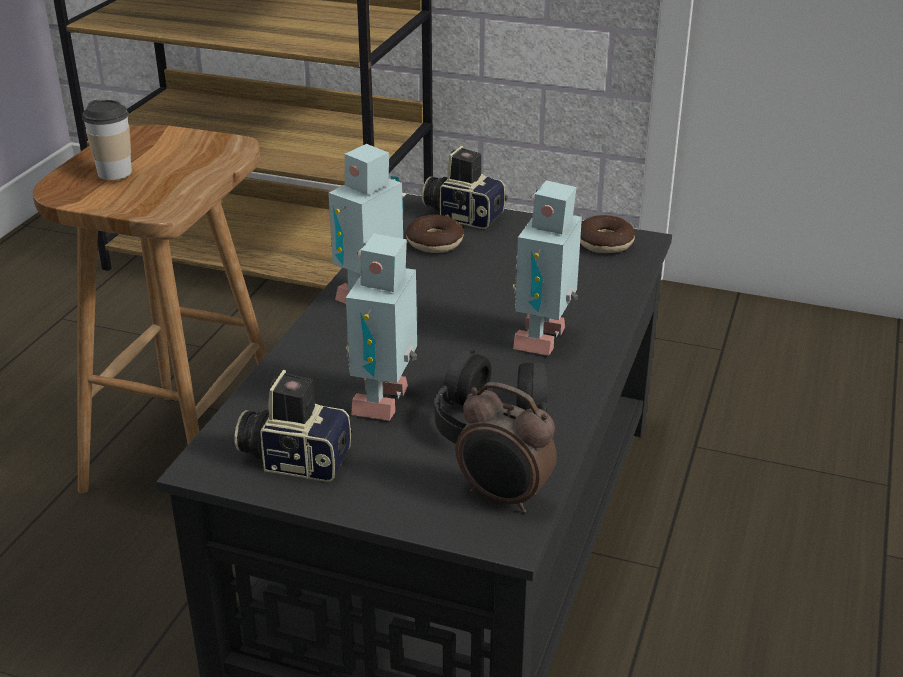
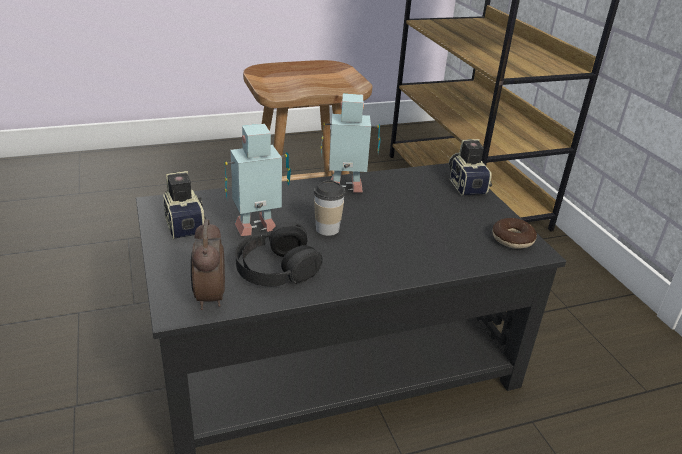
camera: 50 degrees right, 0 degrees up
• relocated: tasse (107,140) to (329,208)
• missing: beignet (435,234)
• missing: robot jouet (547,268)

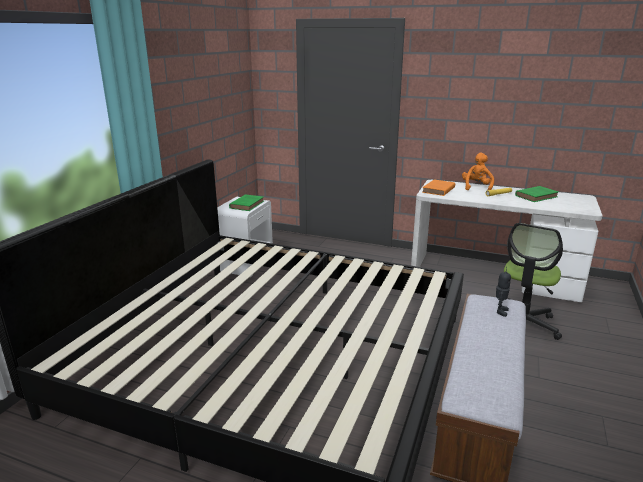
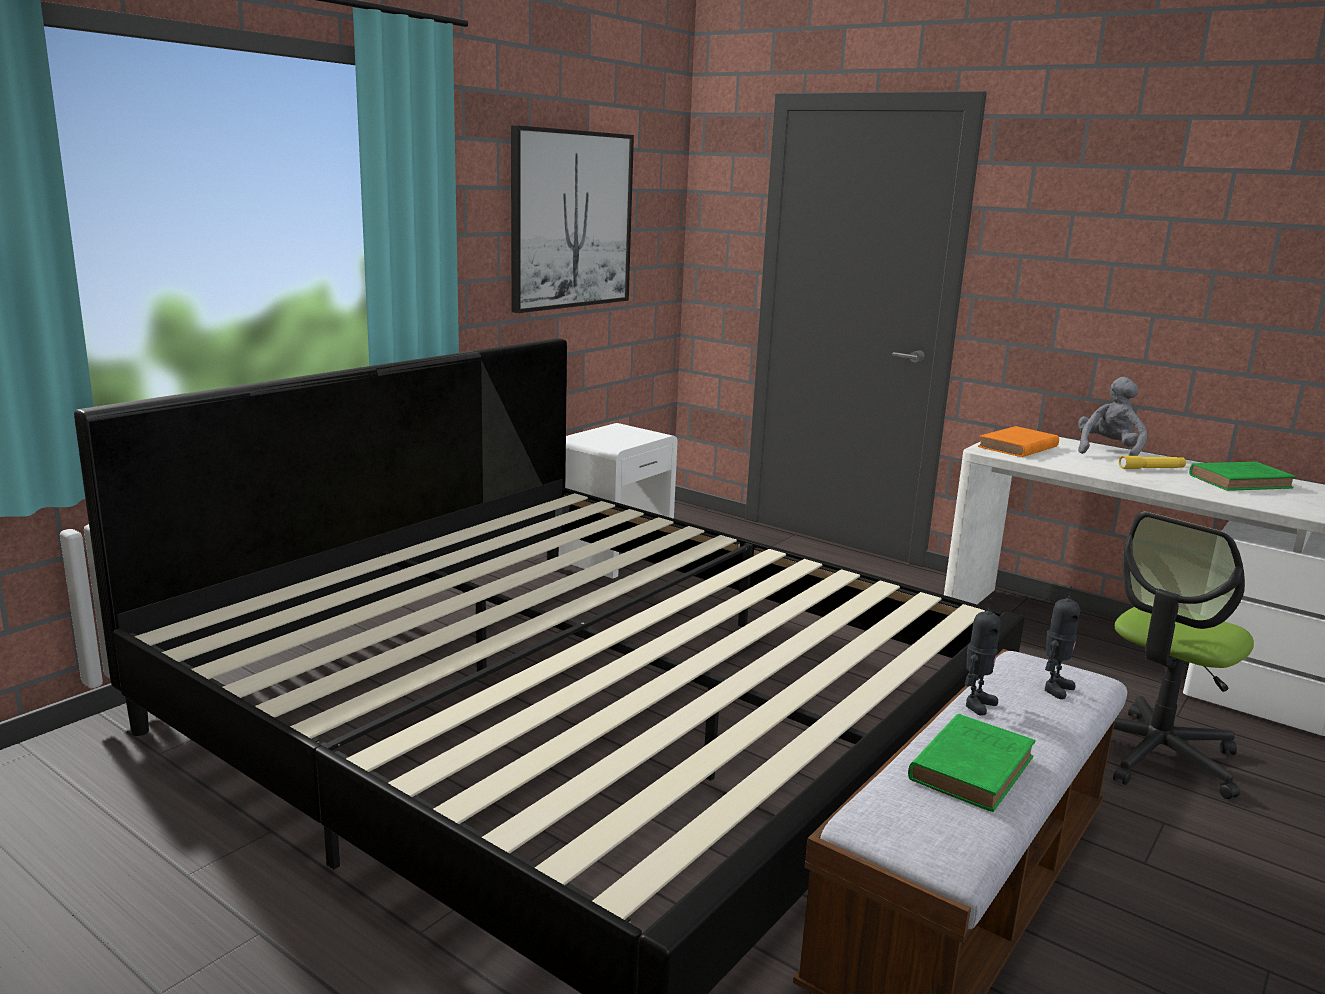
camera: 15 degrees right, 5 degrees down
• relocated: livre [vert] (246,202) to (972,763)
• colour: peluche [orange] (478,171) to peluche [gris] (1112,416)
• appeared: tableau (572,219)
• appeared: robot jouet (982,657)

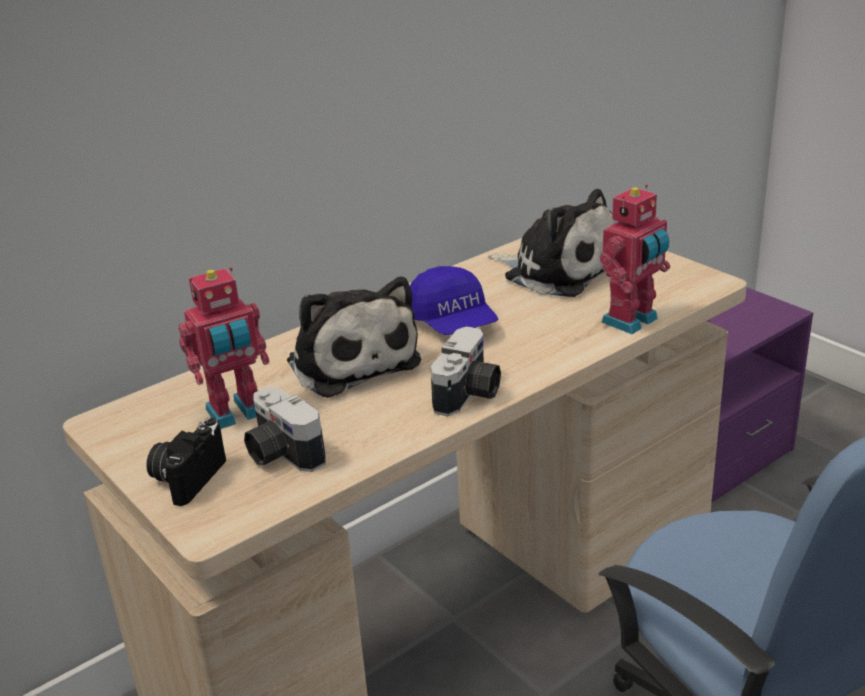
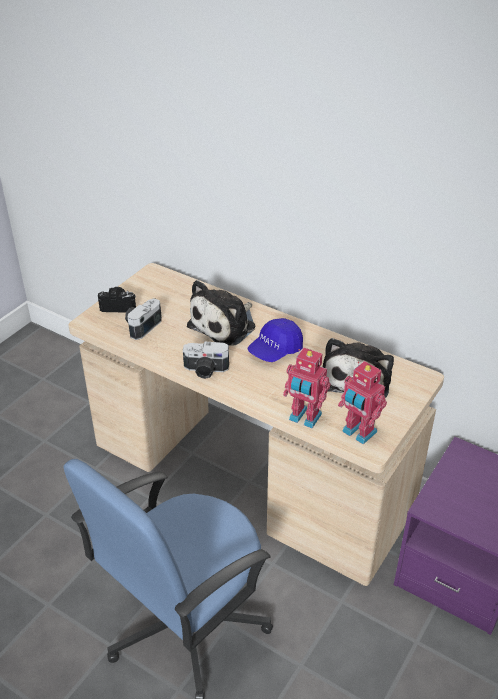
camera: 70 degrees right, 10 degrees up
• relocated: robot jouet (224,348) to (362,402)

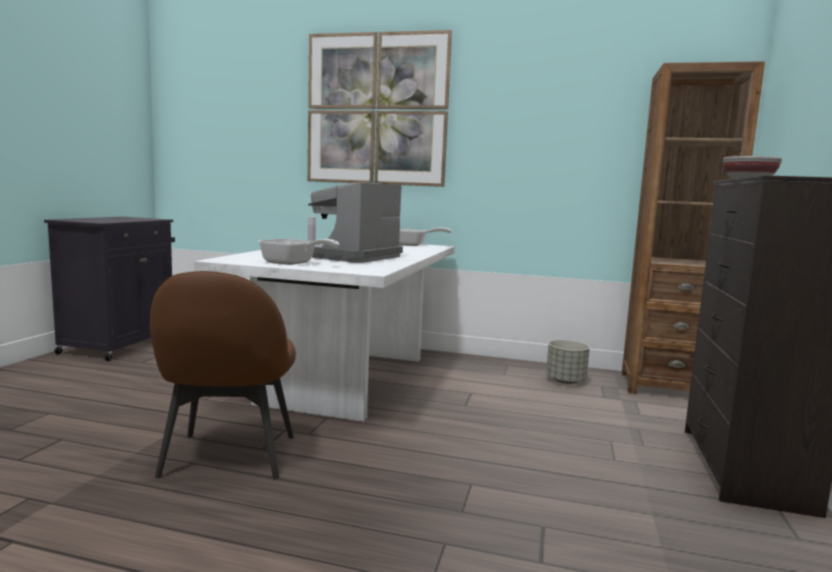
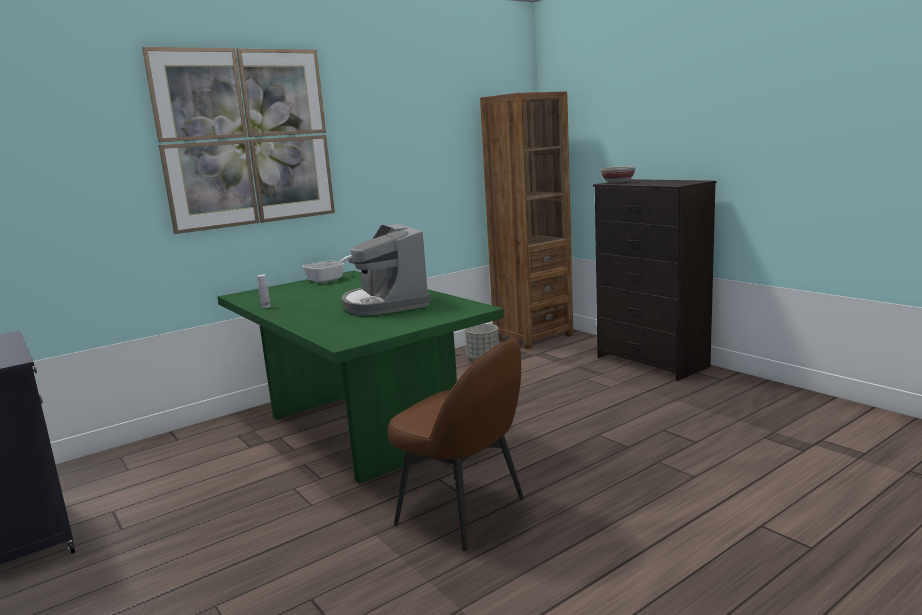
camera: 50 degrees left, 5 degrees up
• colour: table à manger [blanc] (324,332) to table à manger [vert] (360,377)
• missing: poêle (299,252)

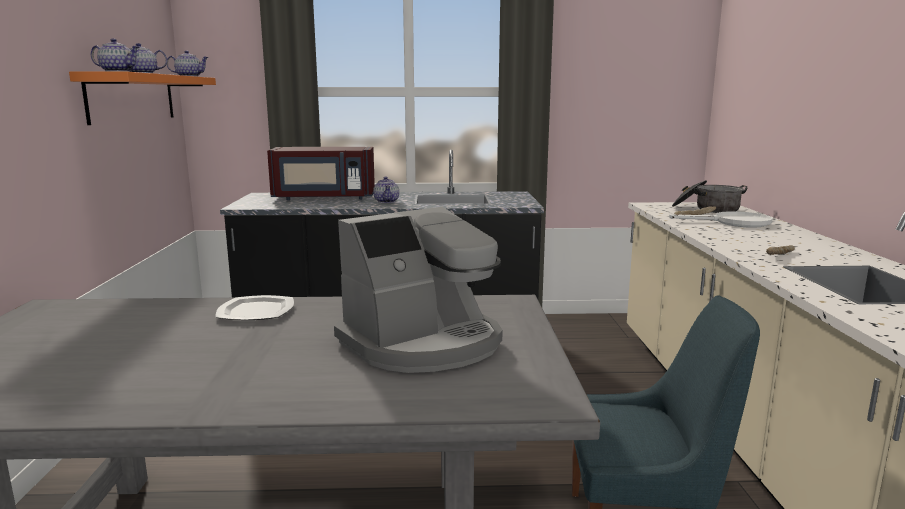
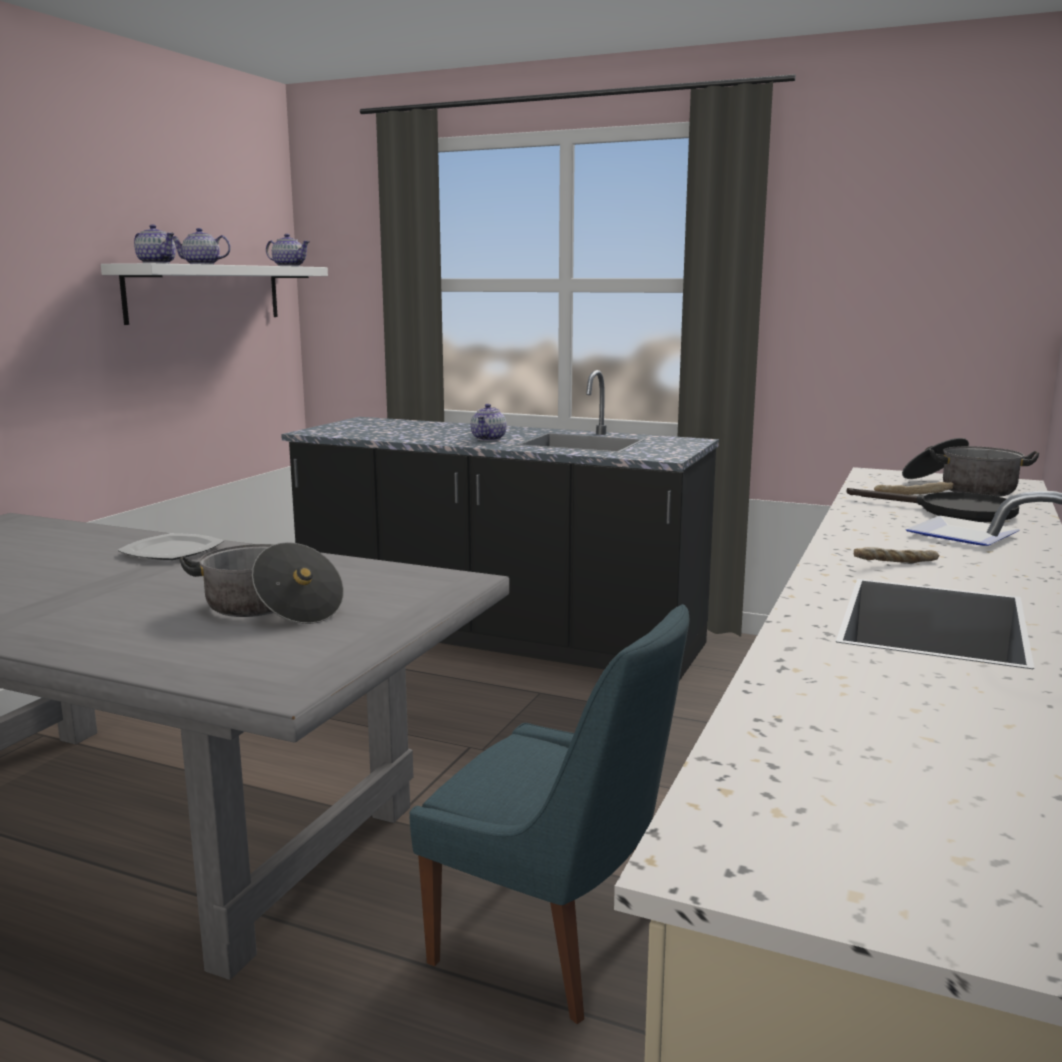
camera: 25 degrees right, 0 degrees up
• colour: étagère [orange] (142,98) to étagère [blanc] (214,294)
• missing: micro-ondes [rouge] (321,173)
• exchanged: machine à café (418,290) to marmite (261,583)
• colour: poêle [blanc] (721,219) to poêle [noir] (933,505)
• appeared: assiette (962,531)

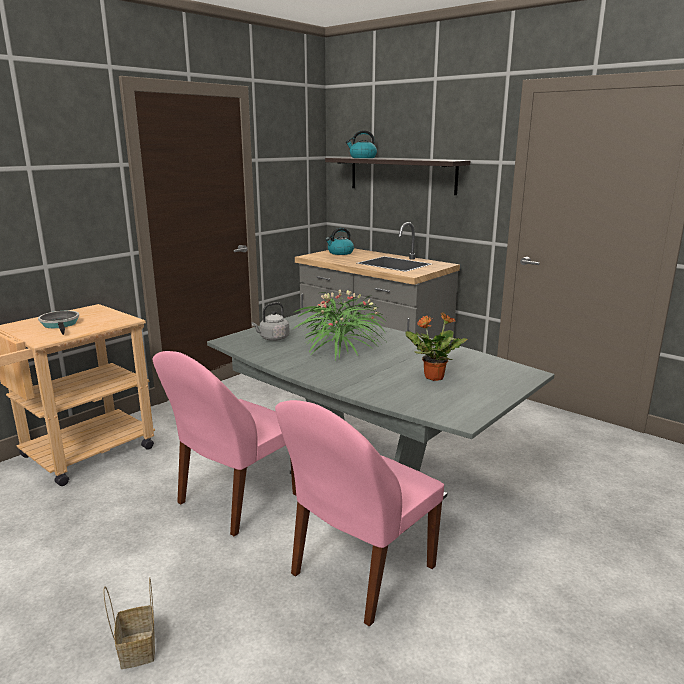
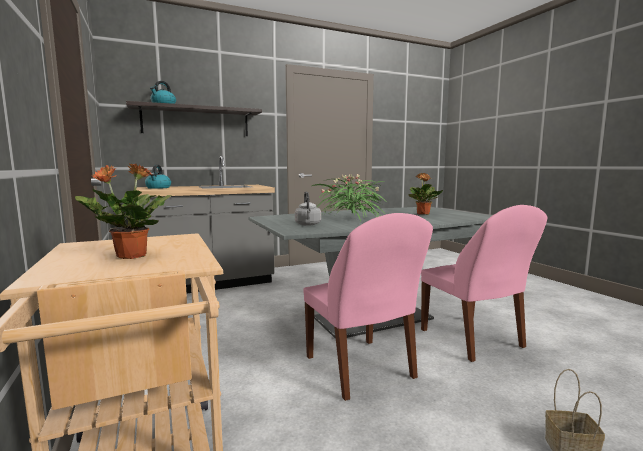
camera: 65 degrees left, 10 degrees down
• exchanged: poêle (58,323) to plante en pot (123,211)

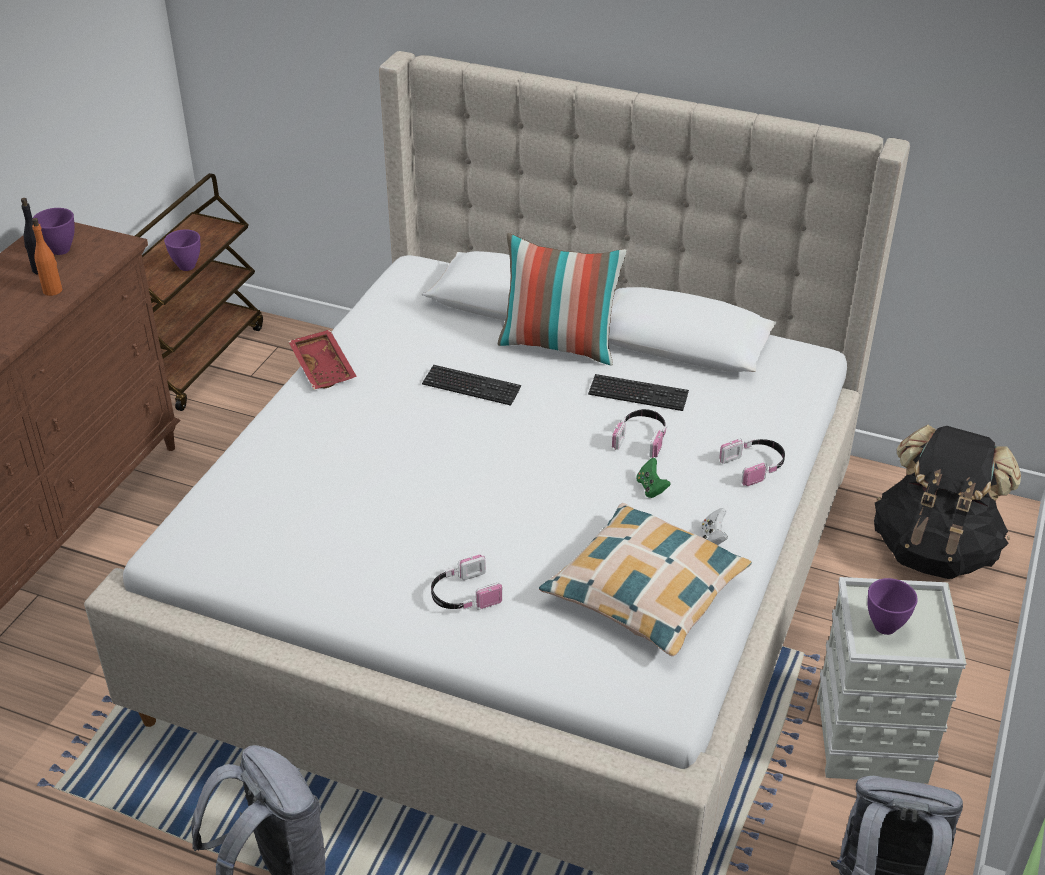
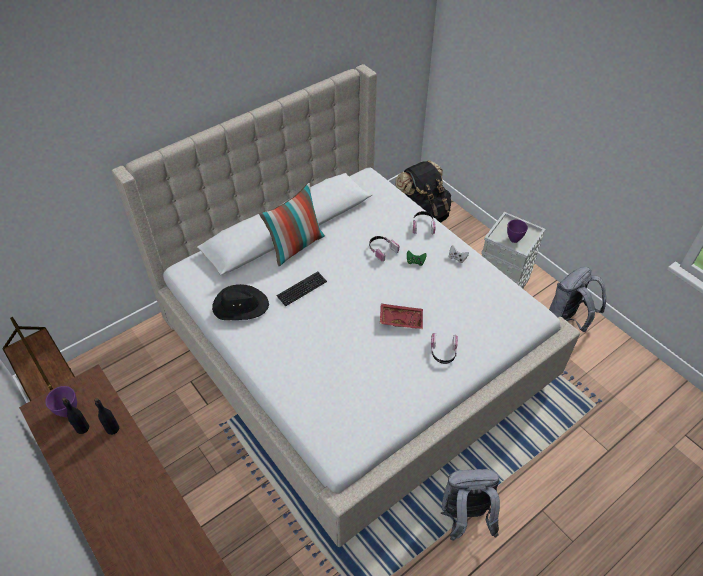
camera: 60 degrees left, 10 degrees up
• colour: bouteille [orange] (47,257) to bouteille [noir] (106,416)
• missing: bol [violet] (182,250)
• relocated: plateau [rouge] (322,360) to (401,316)
• missing: coussin (645,579)
• missing: clavier (638,392)
• appeared: chapeau [noir] (240,302)

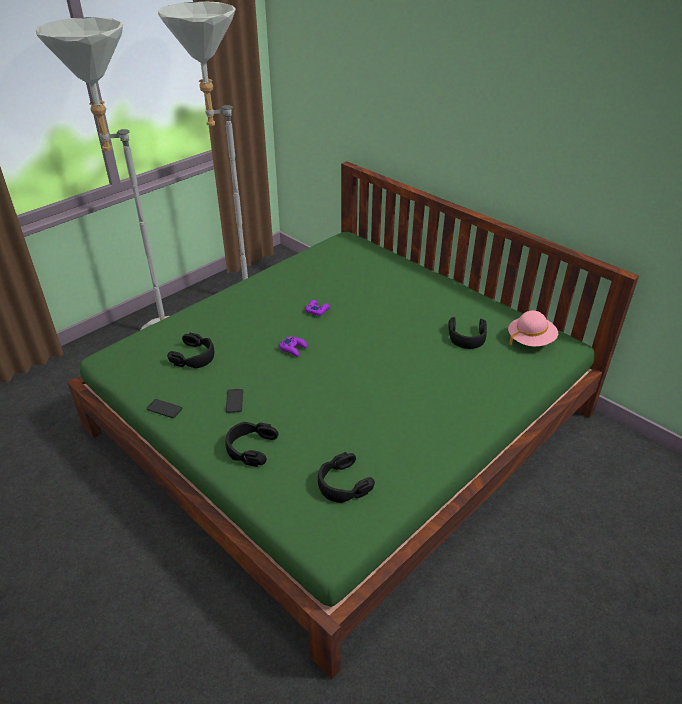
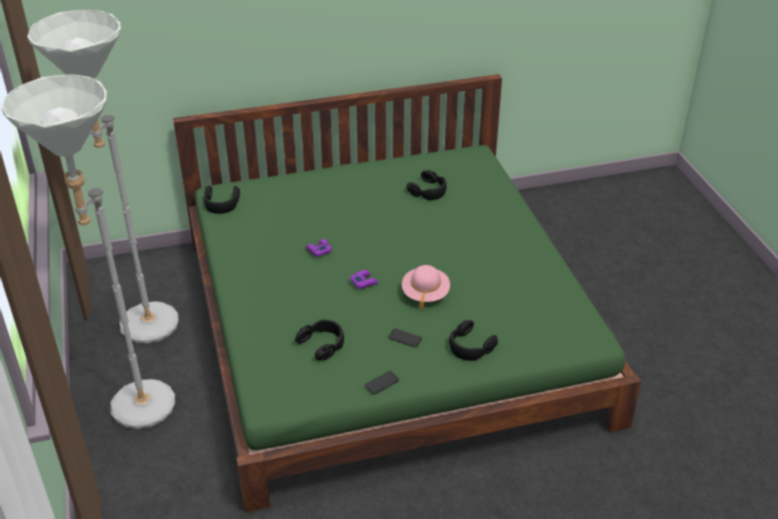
camera: 60 degrees left, 0 degrees up
• relocated: casque audio [noir] (346,477) to (222,200)
• relocated: chapeau [rose] (533,328) to (426,287)

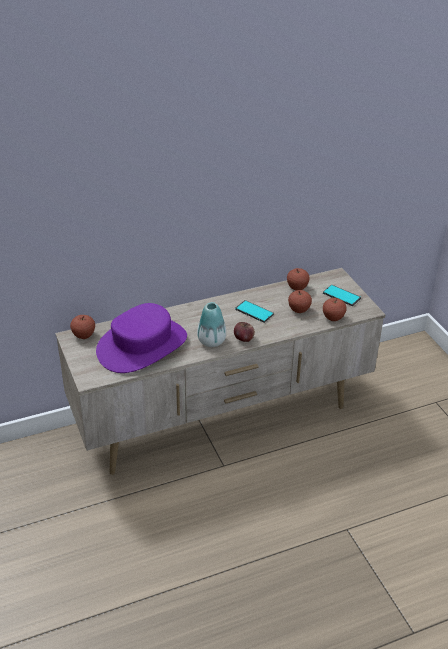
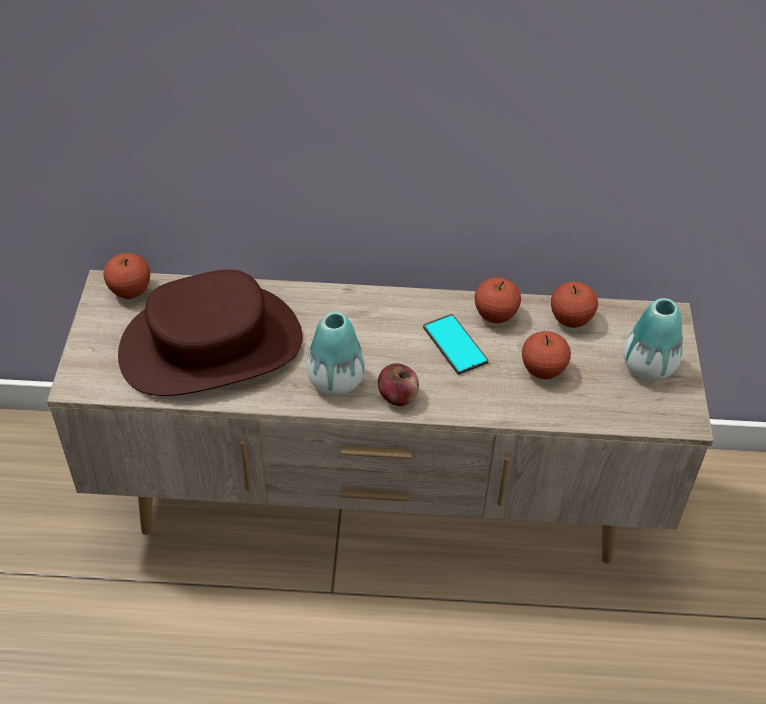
camera: 25 degrees right, 10 degrees up
• colour: chapeau [violet] (141,338) to chapeau [marron] (210,333)
• exchanged: téléphone (342,295) to vase (653,339)
• relocated: pomme (334,309) to (498,300)

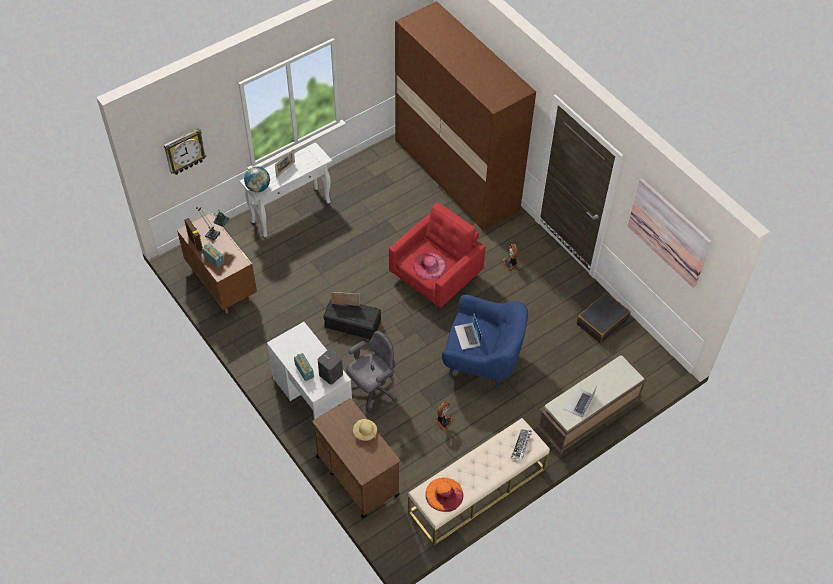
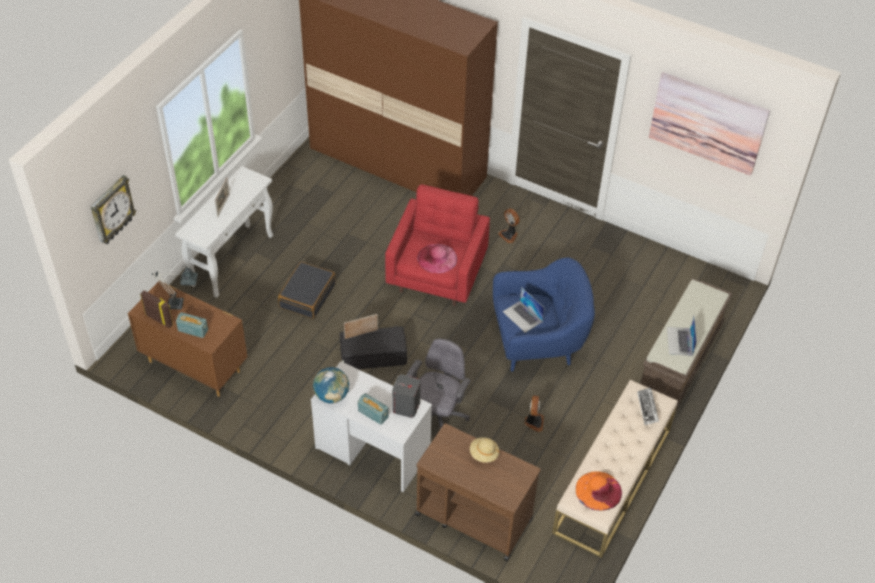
camera: 25 degrees left, 5 degrees down
• relocated: globe (257,179) to (331,385)
• relocated: valise [noir] (603,318) to (307,290)

